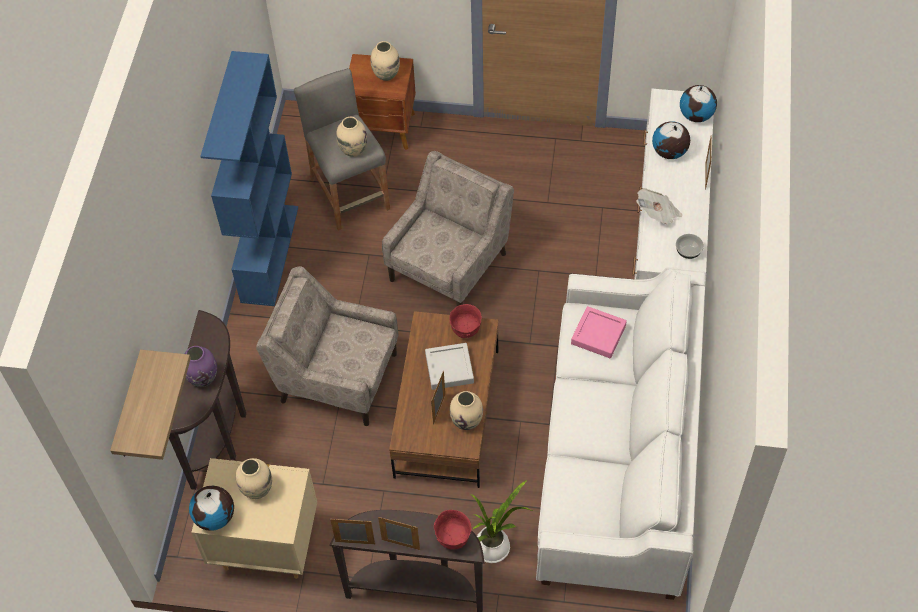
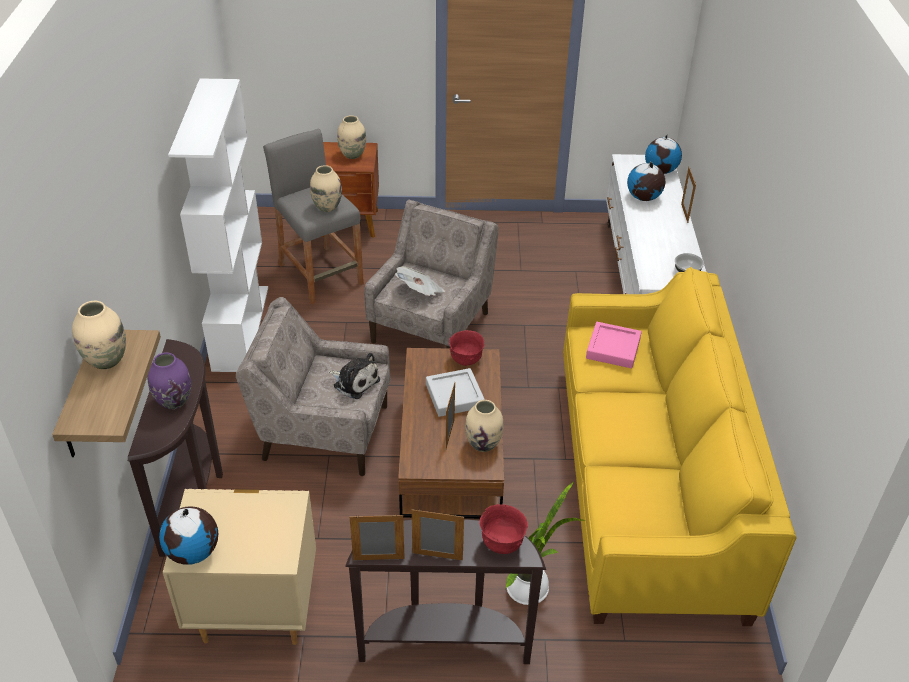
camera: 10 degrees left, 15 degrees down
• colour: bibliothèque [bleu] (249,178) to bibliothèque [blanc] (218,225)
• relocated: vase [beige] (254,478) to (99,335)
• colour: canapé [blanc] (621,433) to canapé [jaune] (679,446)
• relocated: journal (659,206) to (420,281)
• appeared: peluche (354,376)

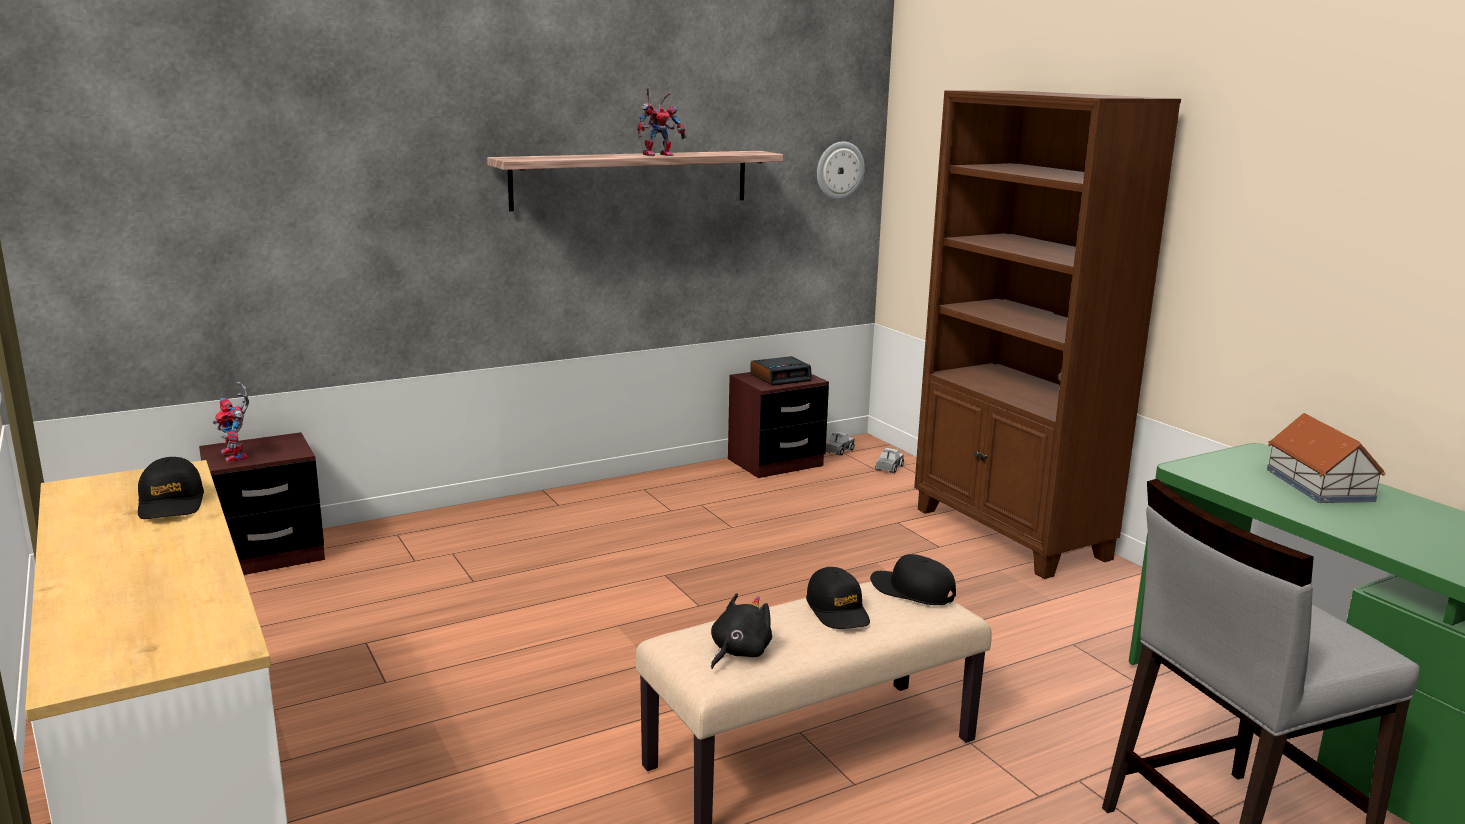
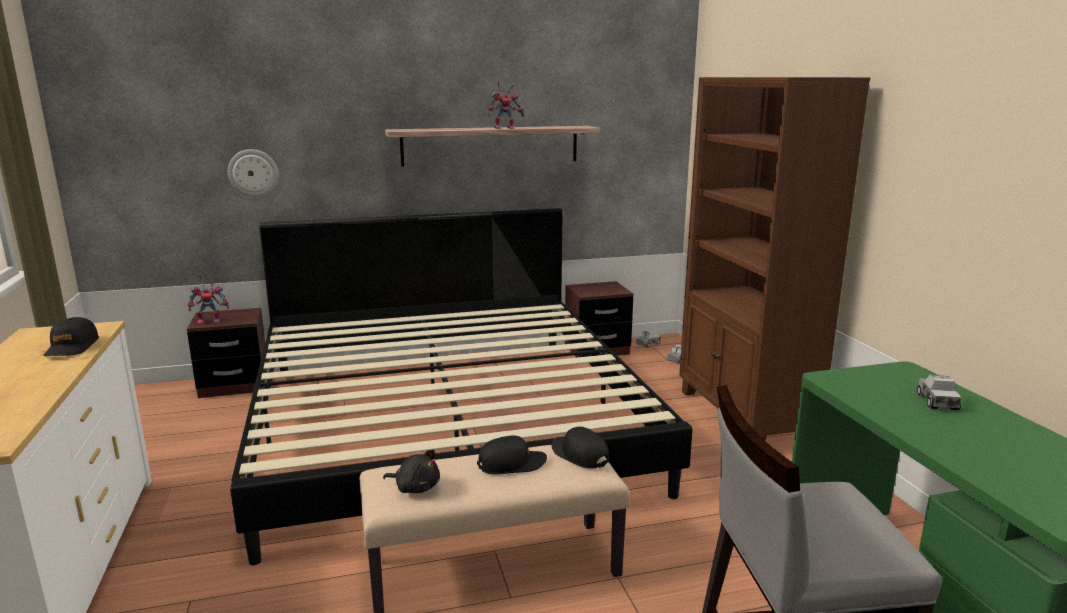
camera: 15 degrees right, 0 degrees up
• spun: robot jouet (231,421) = (208,299) 90 degrees counterclockwise
• spun: peluche [noir] (741,631) = (411,471) 60 degrees clockwise
• missing: réveil (781,371)
• spun: casquette [noir] (838,598) = (512,455) 105 degrees counterclockwise
• relocated: horloge murale (841,170) to (253,173)
• exchanged: maison miniature (1326,458) to camion jouet (939,392)
• appeared: lit (461,386)

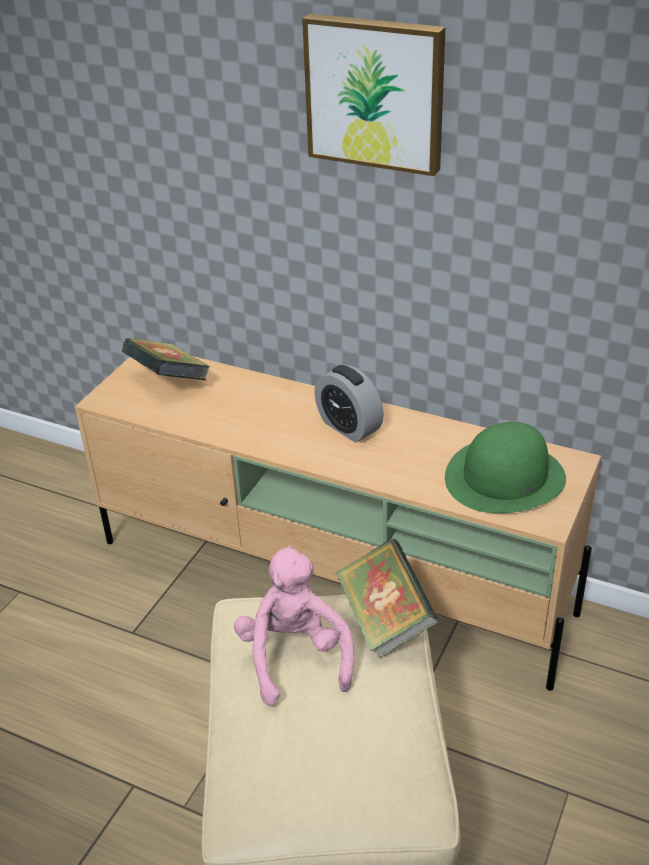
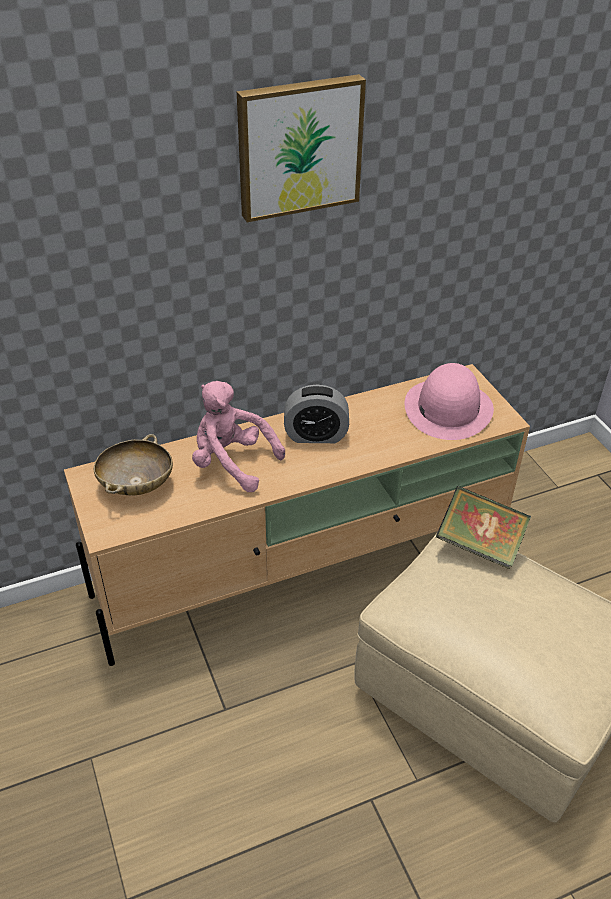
camera: 50 degrees left, 5 degrees up
• exchanged: livre (166,359) to bol [beige] (133,464)
• relocated: peluche [rose] (294,626) to (238,436)
• colour: chapeau [vert] (505,468) to chapeau [rose] (449,401)

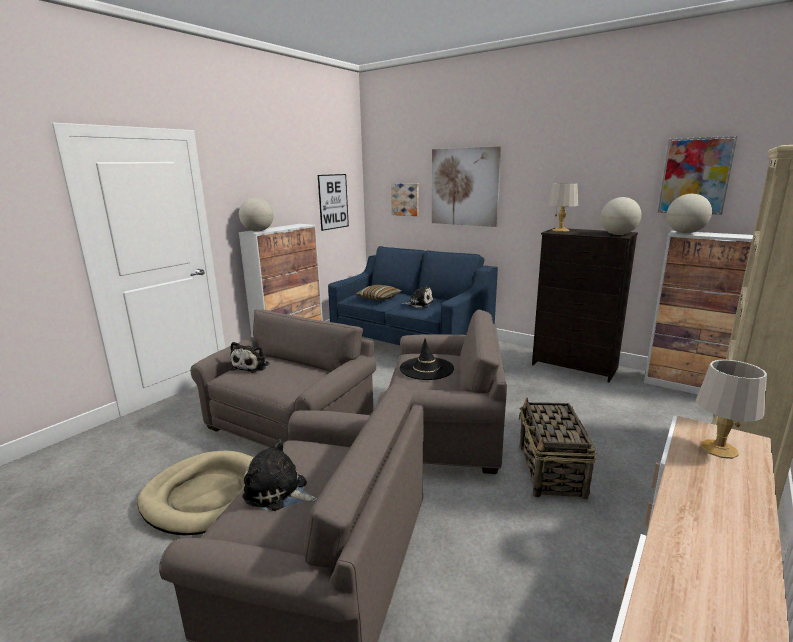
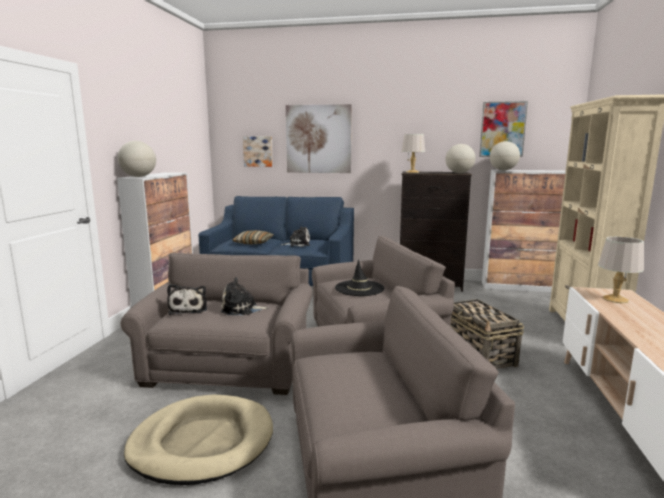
camera: 25 degrees left, 5 degrees down
• relocated: peluche (279,475) to (245,296)
• missing: tableau (333,202)

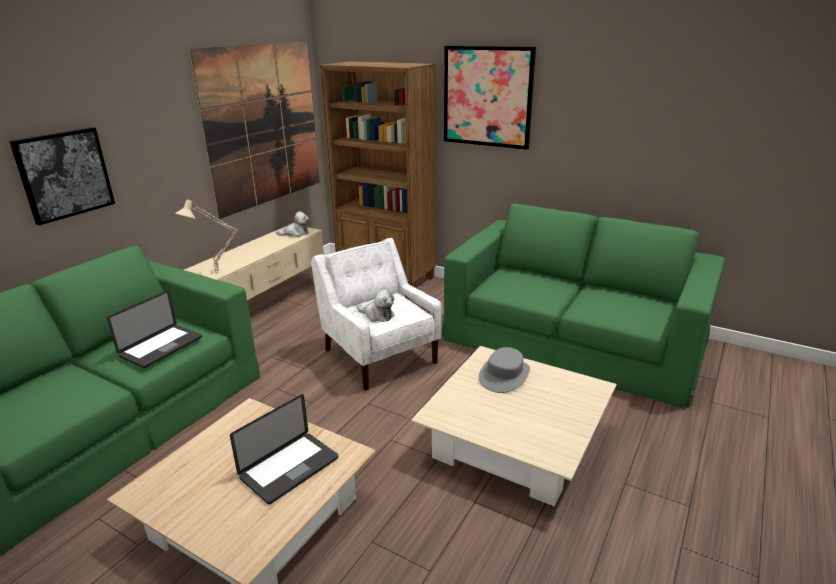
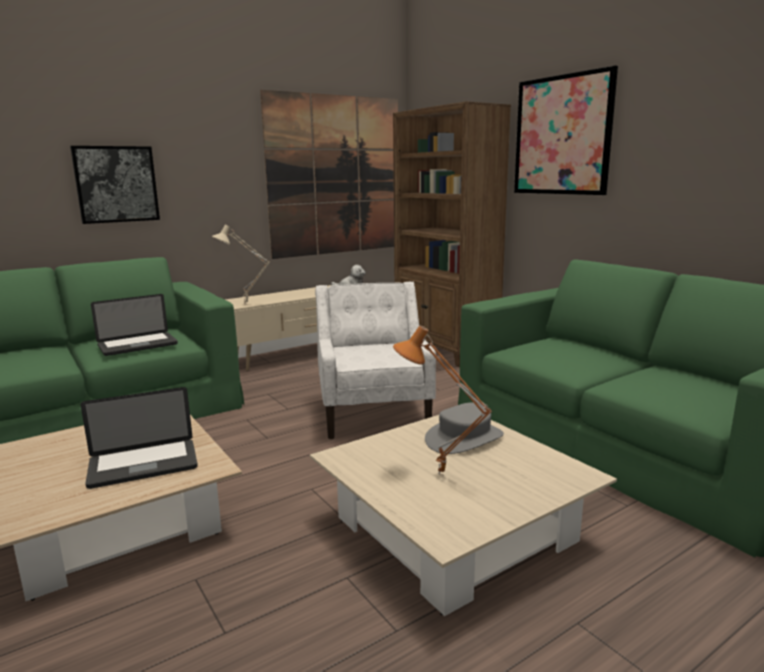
camera: 25 degrees right, 10 degrees down
• missing: peluche (375,306)
• appeared: lampe de table [orange] (442,401)

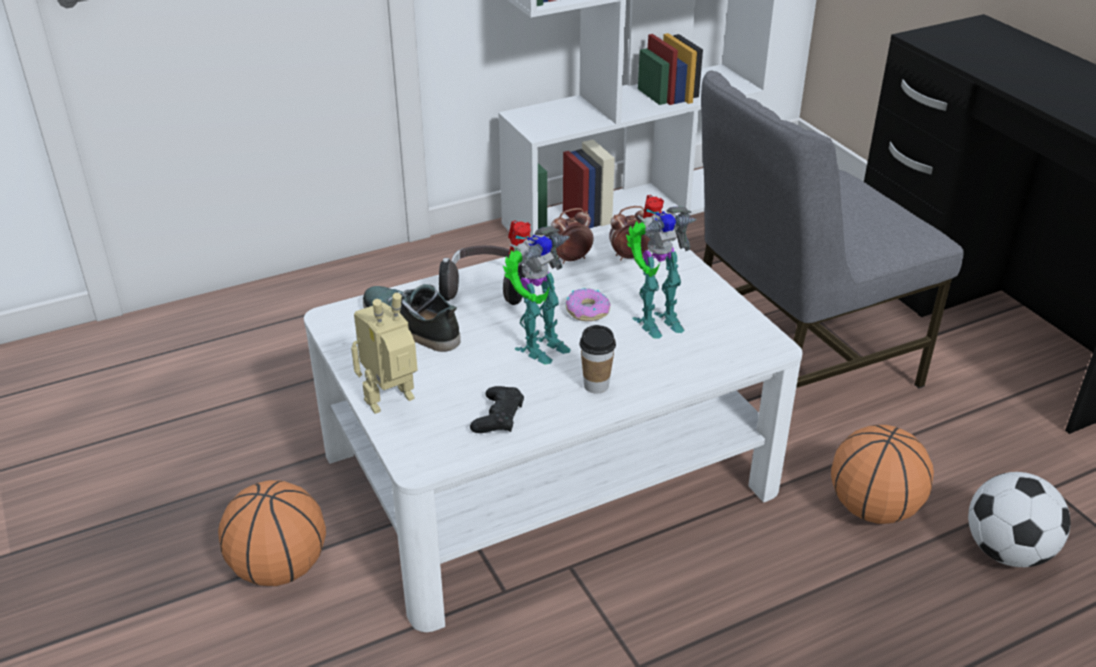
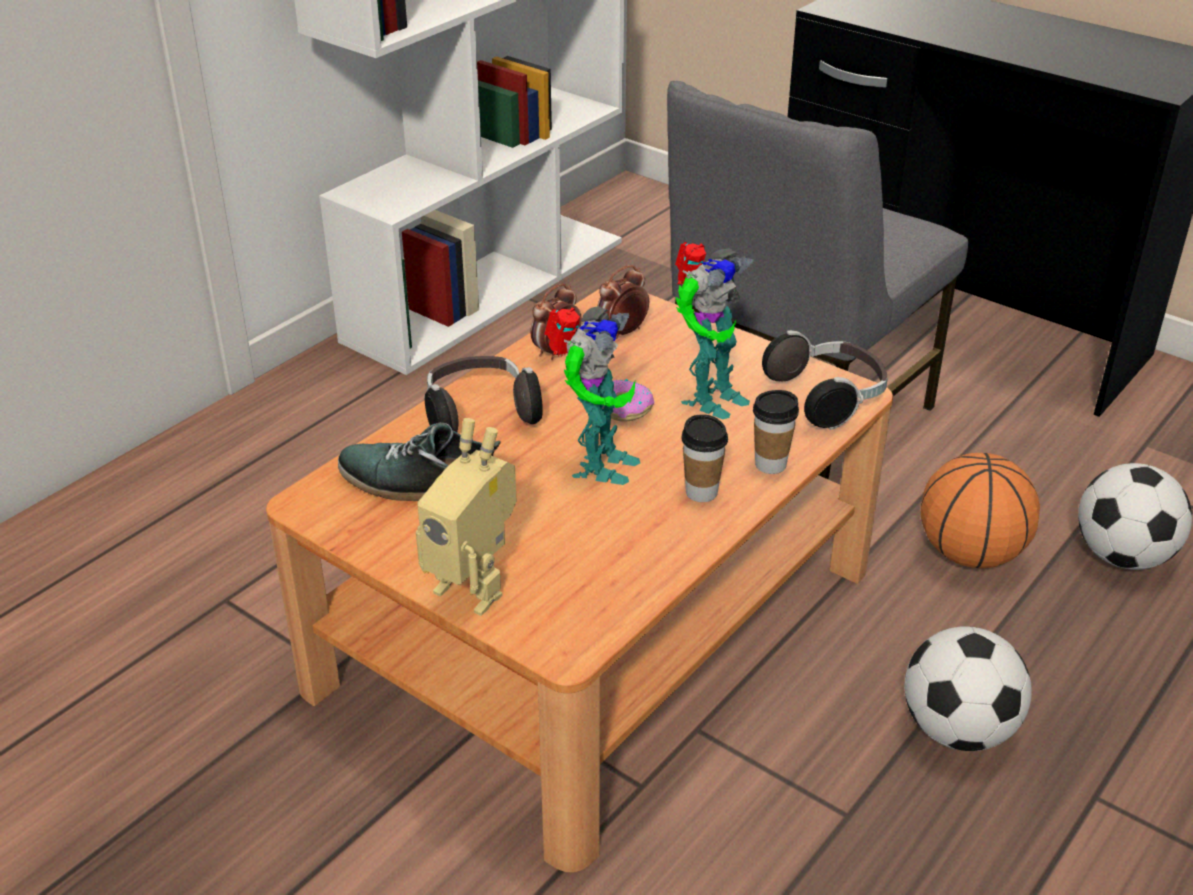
camera: 25 degrees left, 0 degrees up
• missing: ballon de basket (272,533)
• colour: table basse [blanc] (553,430) to table basse [marron] (579,581)
• spun: robot jouet (384,353) = (466,517) 90 degrees counterclockwise
• missing: manette [noir] (497,409)
• appeared: tasse (776,432)
• appeared: casque audio (825,380)
• appeared: ballon de foot (968,688)

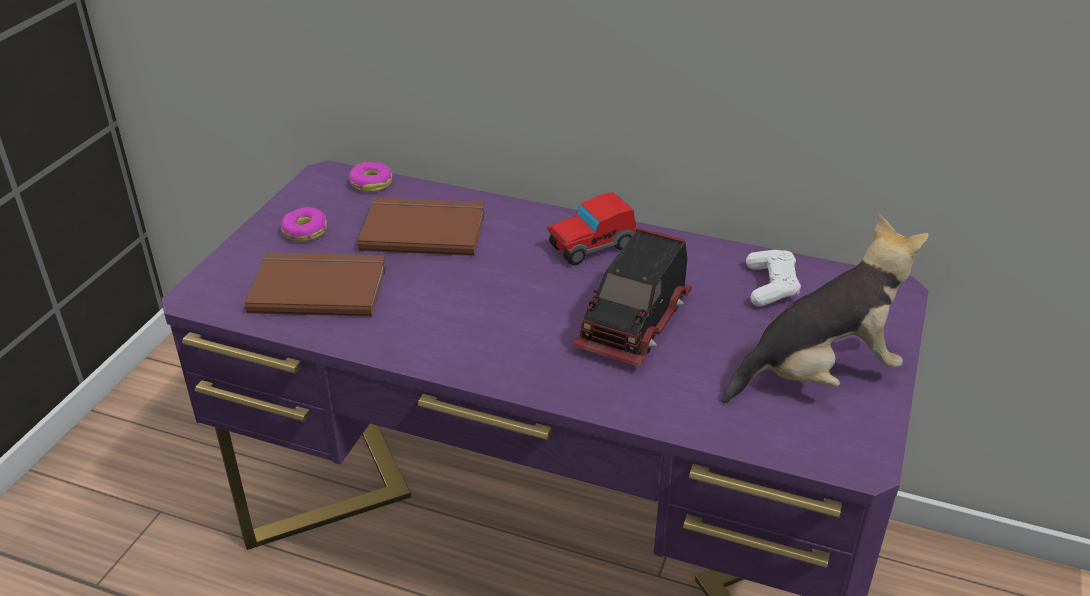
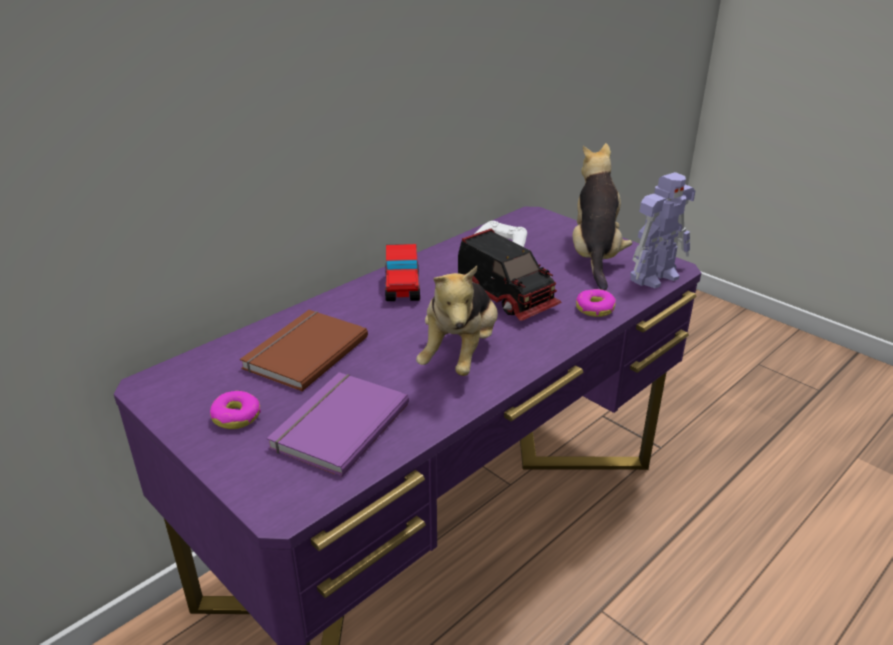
camera: 65 degrees left, 5 degrees down
• colour: livre [marron] (315,284) to livre [violet] (338,424)
• relocated: beignet (370,177) to (596,303)
• appeared: peluche (457,321)
• appeared: robot jouet (662,230)

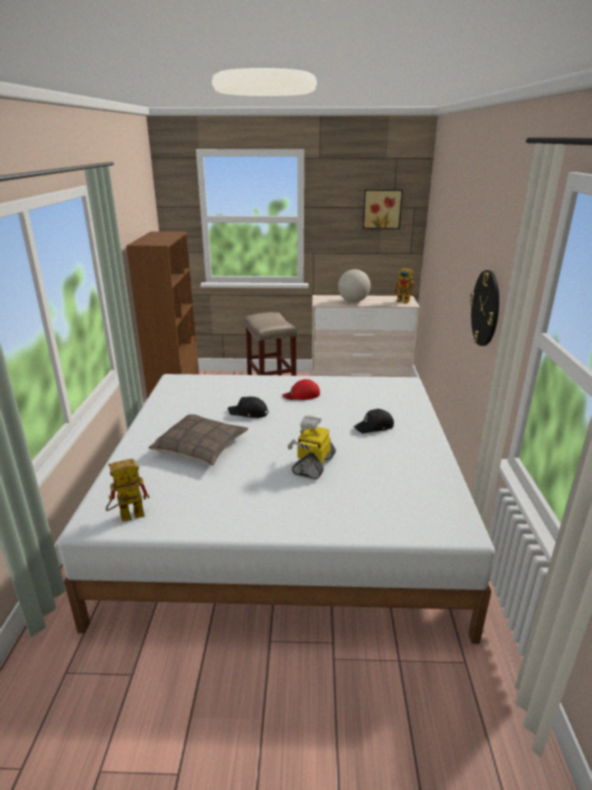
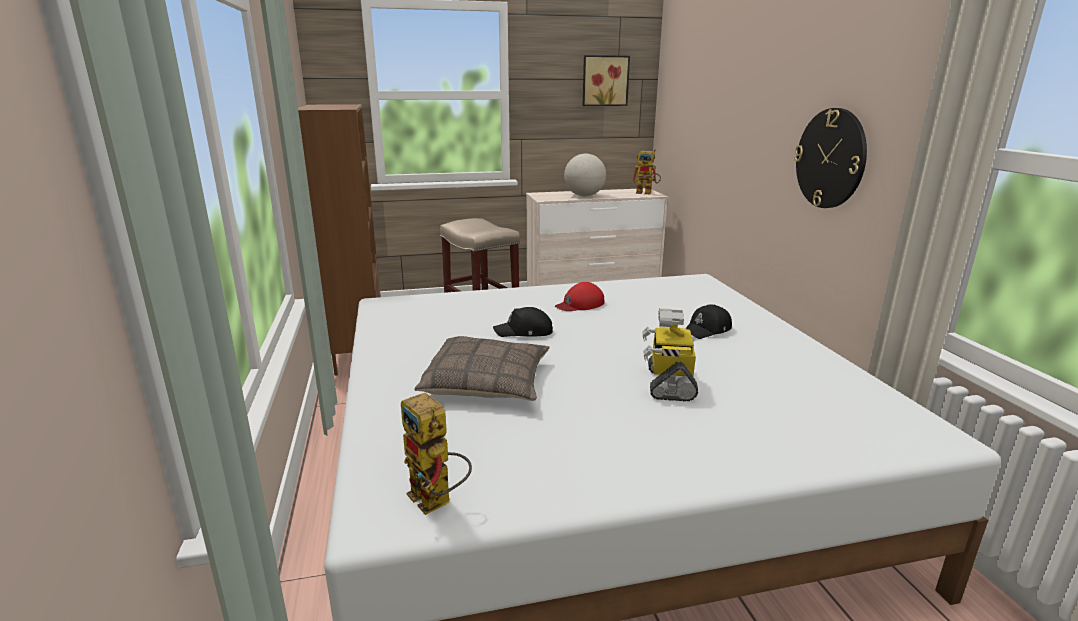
camera: 15 degrees left, 5 degrees down
• spun: robot jouet (128,490) = (436,453) 90 degrees counterclockwise

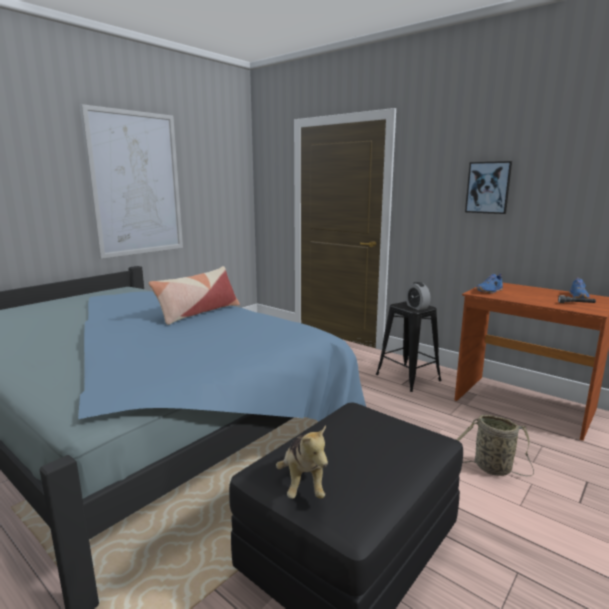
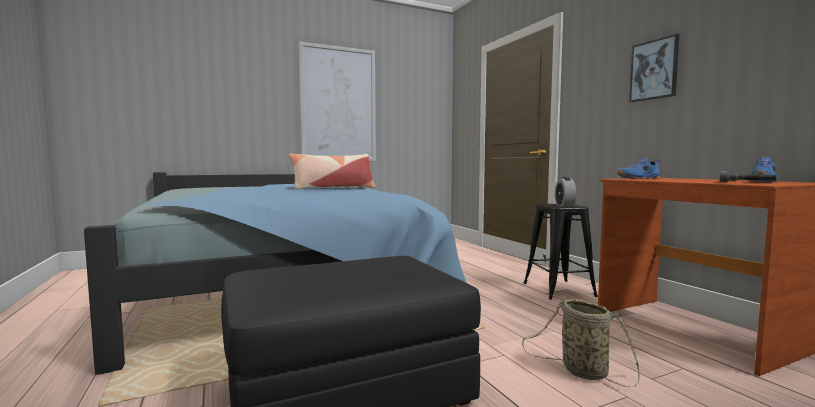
camera: 25 degrees right, 10 degrees down
• missing: peluche (302,462)

